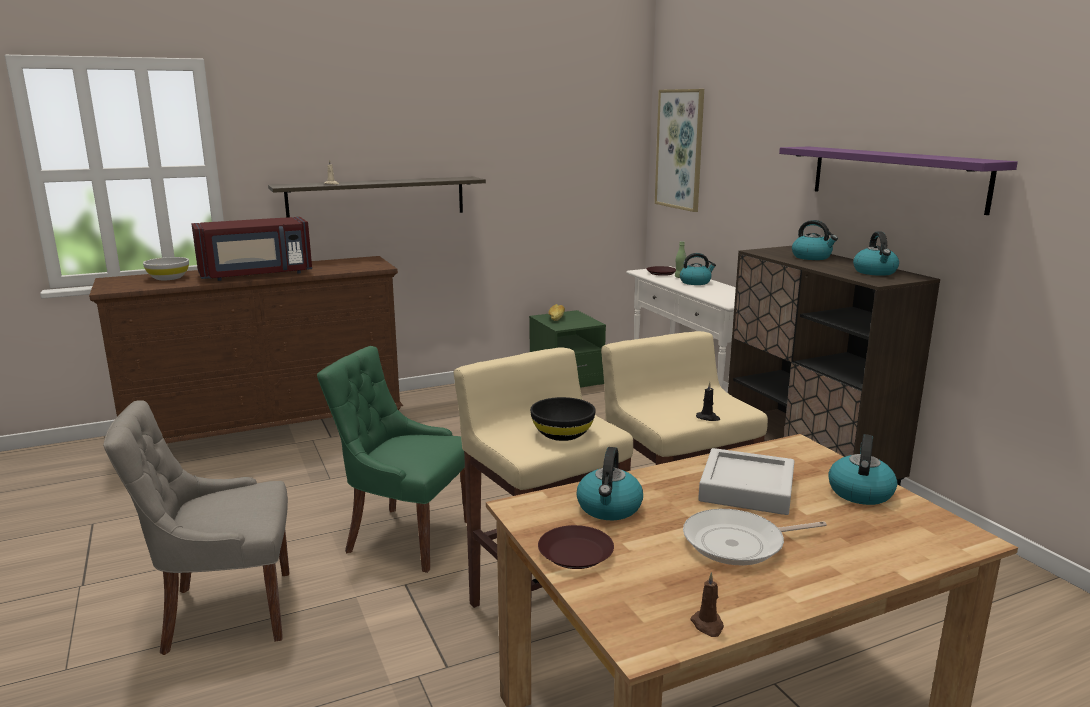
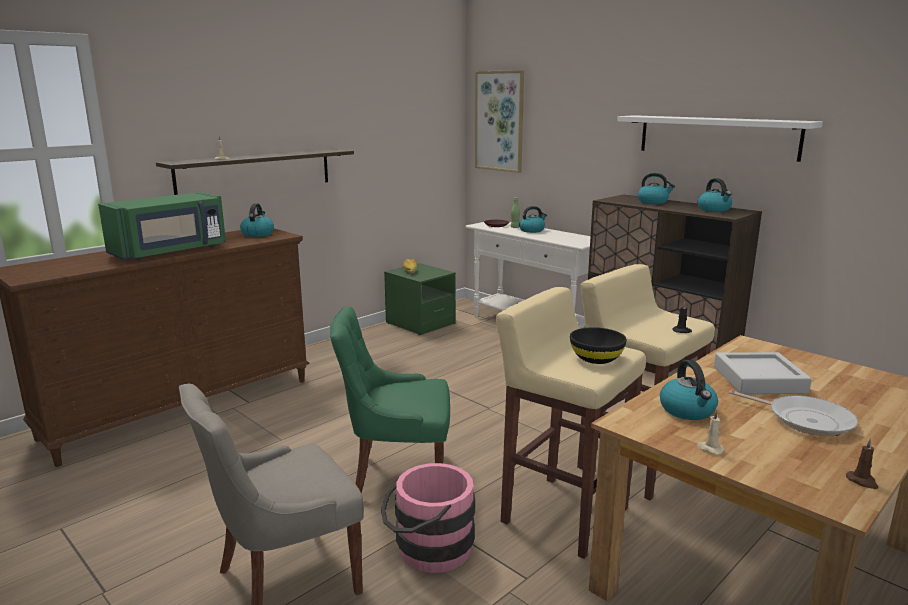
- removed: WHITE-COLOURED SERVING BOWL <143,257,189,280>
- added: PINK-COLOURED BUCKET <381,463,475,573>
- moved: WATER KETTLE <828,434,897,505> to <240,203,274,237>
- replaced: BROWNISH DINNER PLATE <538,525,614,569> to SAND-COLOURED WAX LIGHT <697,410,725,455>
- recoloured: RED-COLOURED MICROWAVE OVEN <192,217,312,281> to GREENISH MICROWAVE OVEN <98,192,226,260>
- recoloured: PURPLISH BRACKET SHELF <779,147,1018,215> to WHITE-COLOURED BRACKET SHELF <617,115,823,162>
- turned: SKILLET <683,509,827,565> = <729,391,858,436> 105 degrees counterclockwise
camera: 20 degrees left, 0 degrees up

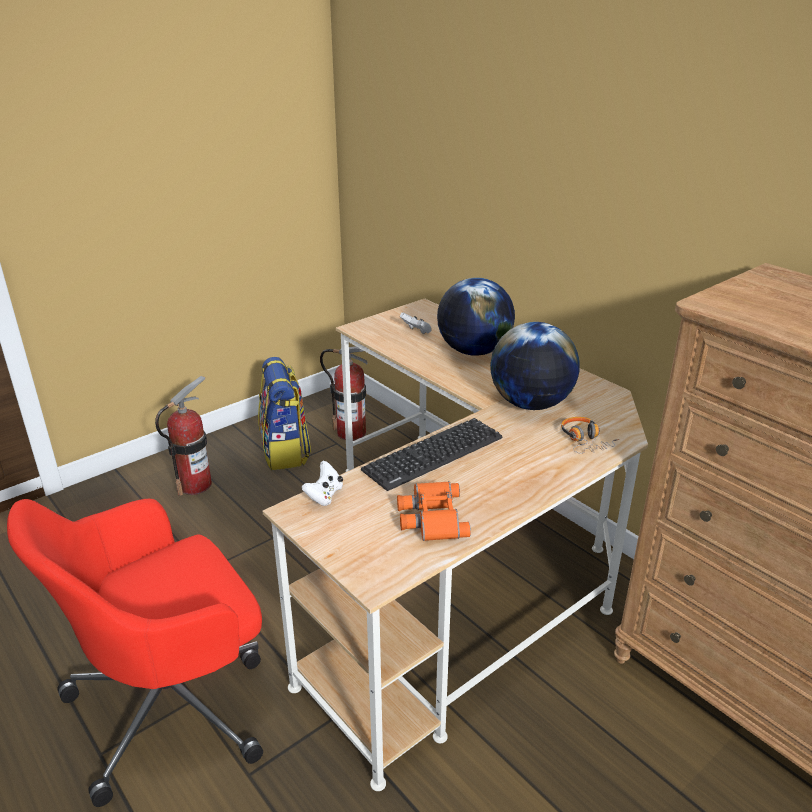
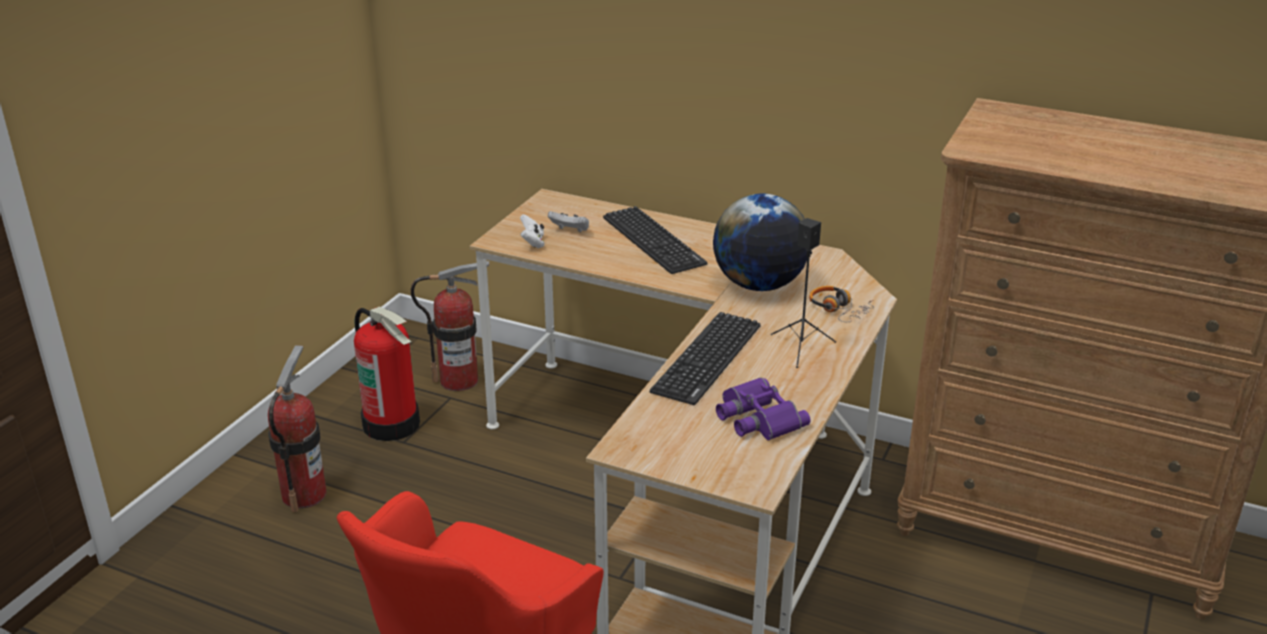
- added: BLACKISH LOUDSPEAKER <771,218,836,368>
- moved: WHITE-COLOURED JOYPAD <301,461,343,506> to <520,214,544,248>
- replaced: BACKPACK <258,357,311,470> to EXTINGUISHER <354,306,420,441>
- replaced: GLOBE <437,277,515,356> to KEYBOARD <603,206,708,274>
- recoloured: ORANGE FIELD GLASSES <397,481,471,541> to PURPLISH FIELD GLASSES <716,377,811,440>
camera: 25 degrees left, 0 degrees up

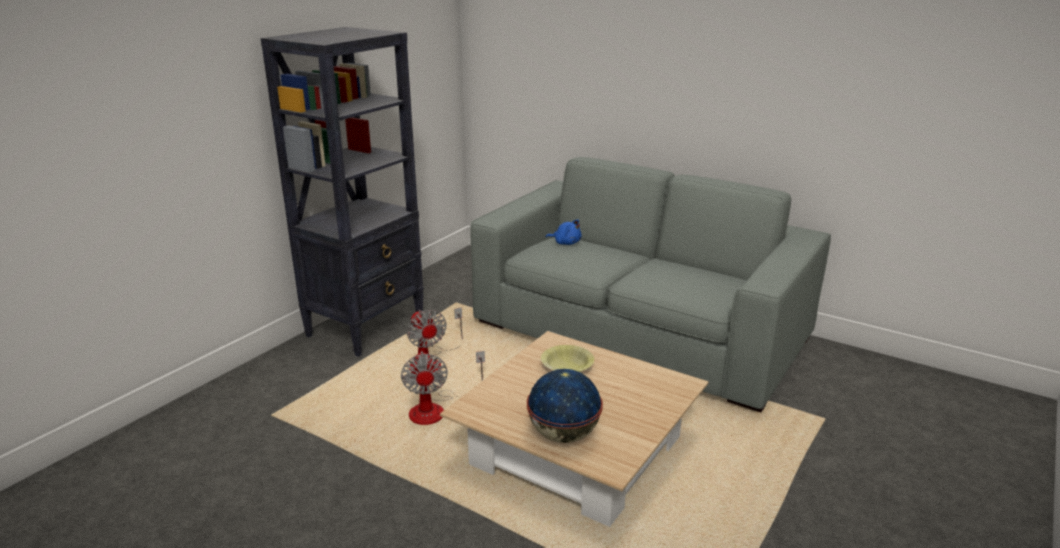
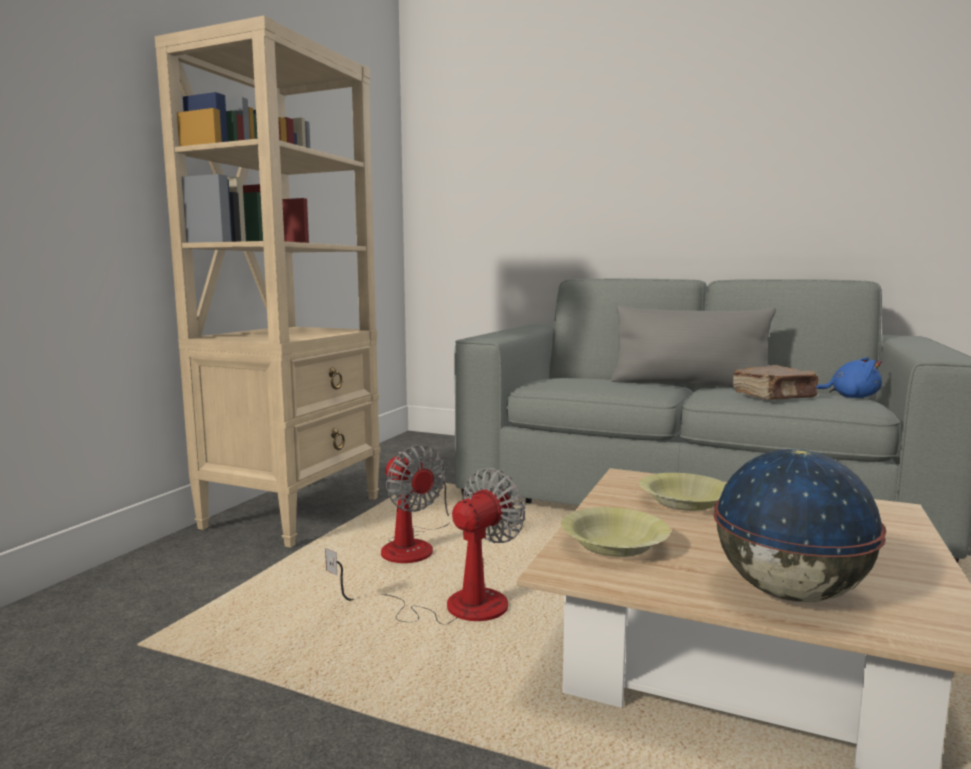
- added: YELLOW-COLOURED SERVING BOWL <561,507,671,557>
- added: GREY PILLOW <611,305,776,387>
- added: BROWNISH VOLUME <733,365,818,400>
- moved: BLUISH CUDDLY TOY <546,220,582,245> to <816,357,882,398>
- recoloured: BLACKISH BOOKCASE <261,27,424,357> to SAND-COLOURED BOOKCASE <155,15,381,548>
- turned: ELECTRIC FAN <401,351,485,425> = <325,468,526,624> 120 degrees counterclockwise
camera: 10 degrees left, 15 degrees down

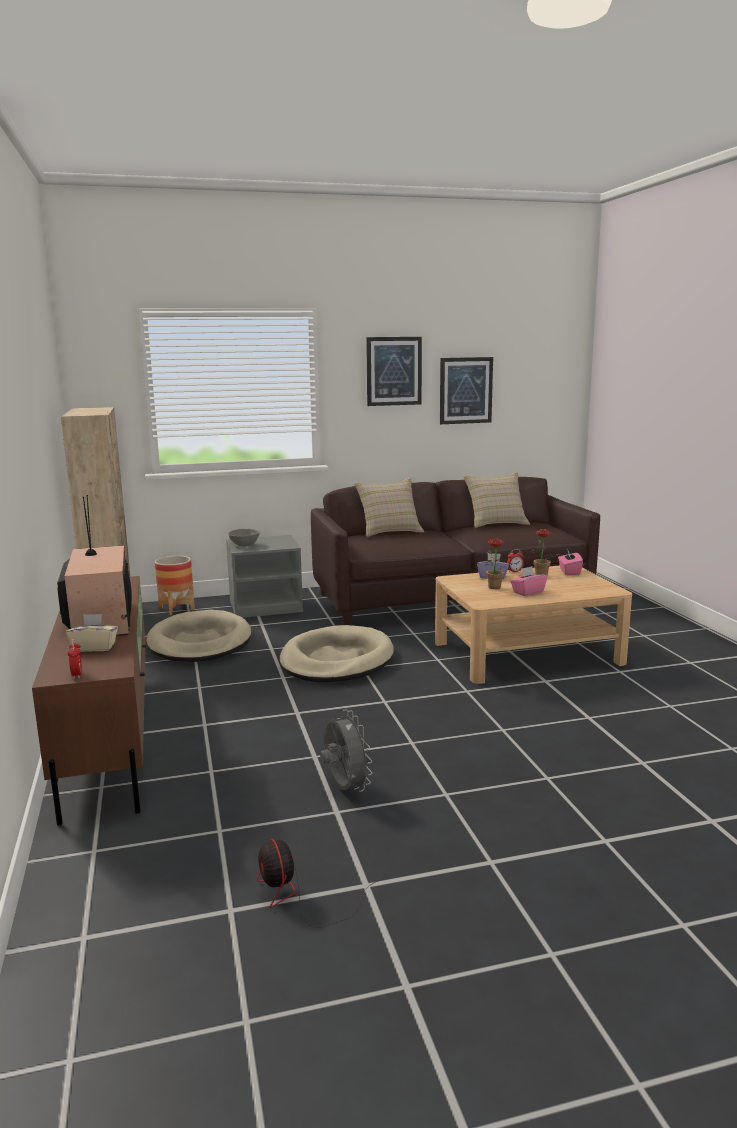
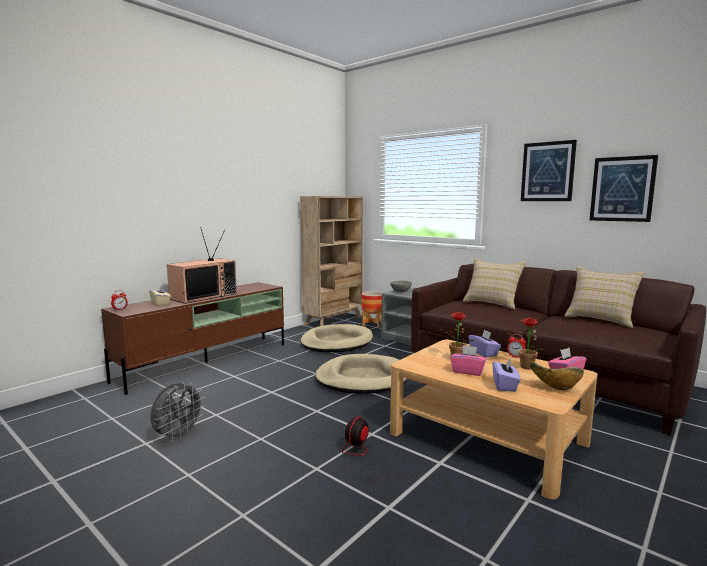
- added: PURPLISH TISSUE HOLDER <493,358,520,392>
- added: SERVING BOWL <529,362,584,390>
- moved: ELECTRIC FAN <257,839,387,927> to <342,417,410,481>
camera: 55 degrees right, 5 degrees down

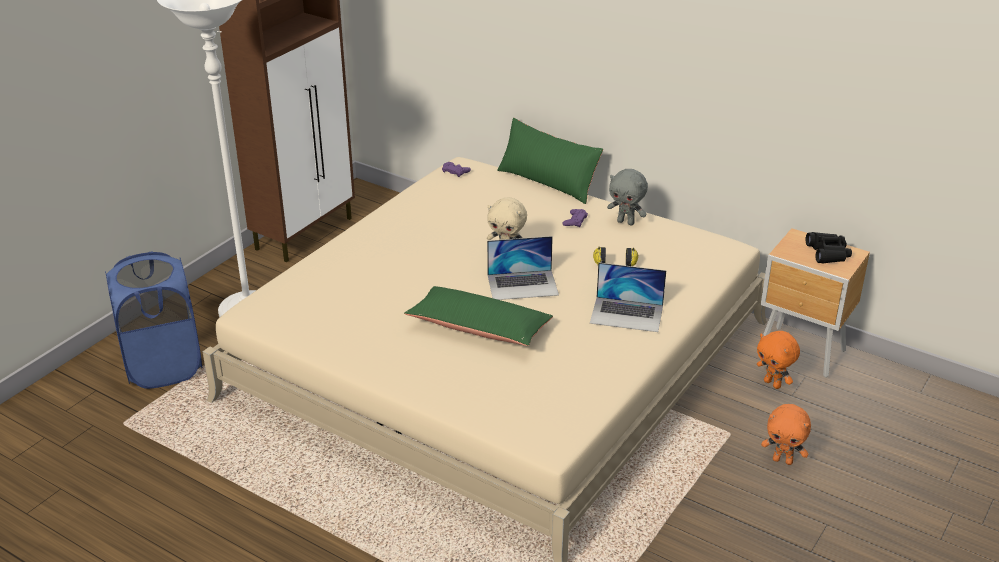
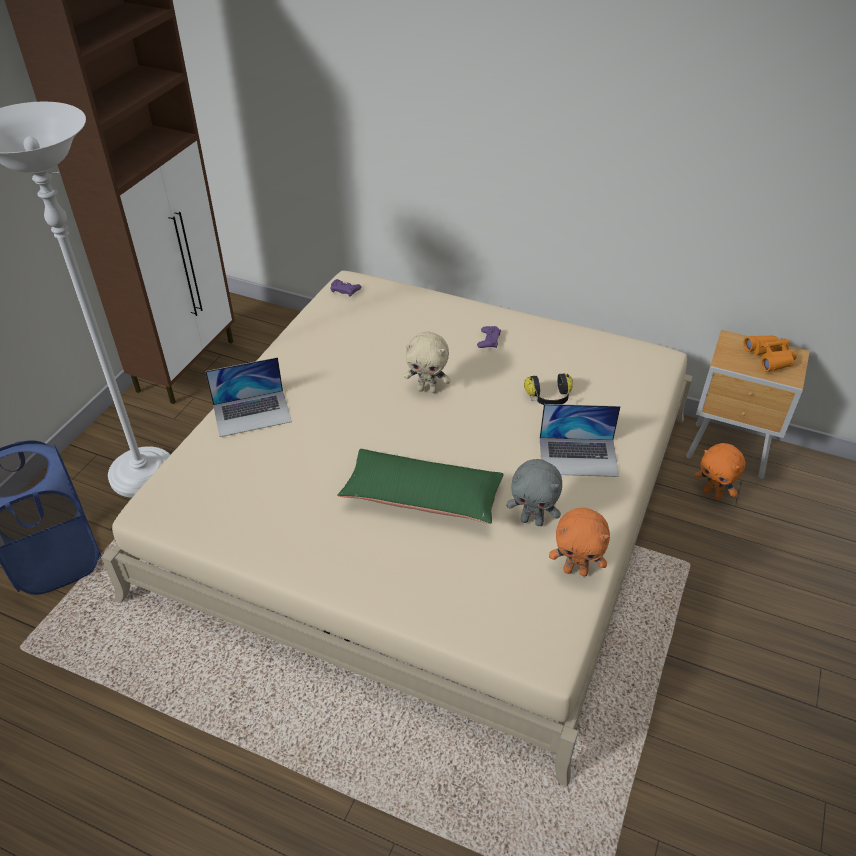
- removed: GREENISH PILLOW <497,118,603,204>
- moved: PORTABLE COMPUTER <487,236,559,300> to <205,357,292,437>
- moved: GREY CUDDLY TOY <607,169,648,225> to <507,459,562,526>
- moved: ORANGE CUDDLY TOY <761,404,811,465> to <549,508,610,576>
- recoloured: BLACKISH FIELD GLASSES <806,232,852,264> to ORANGE FIELD GLASSES <743,335,797,372>
camera: 10 degrees left, 10 degrees up

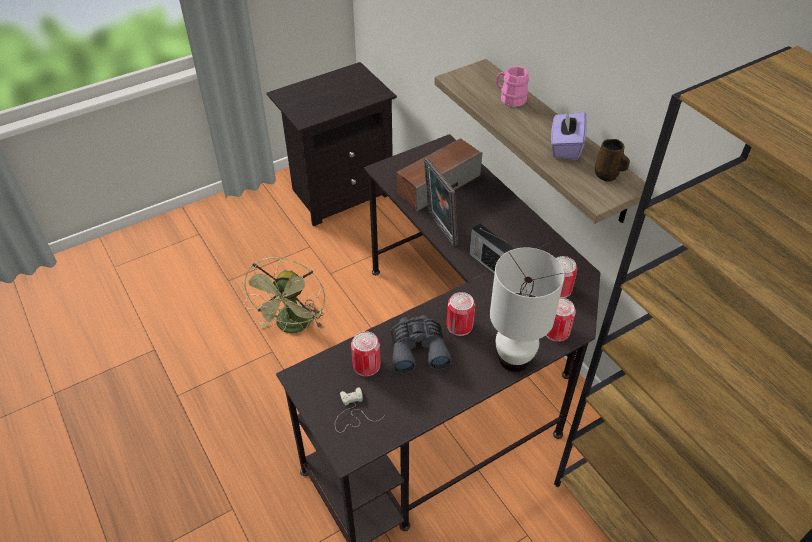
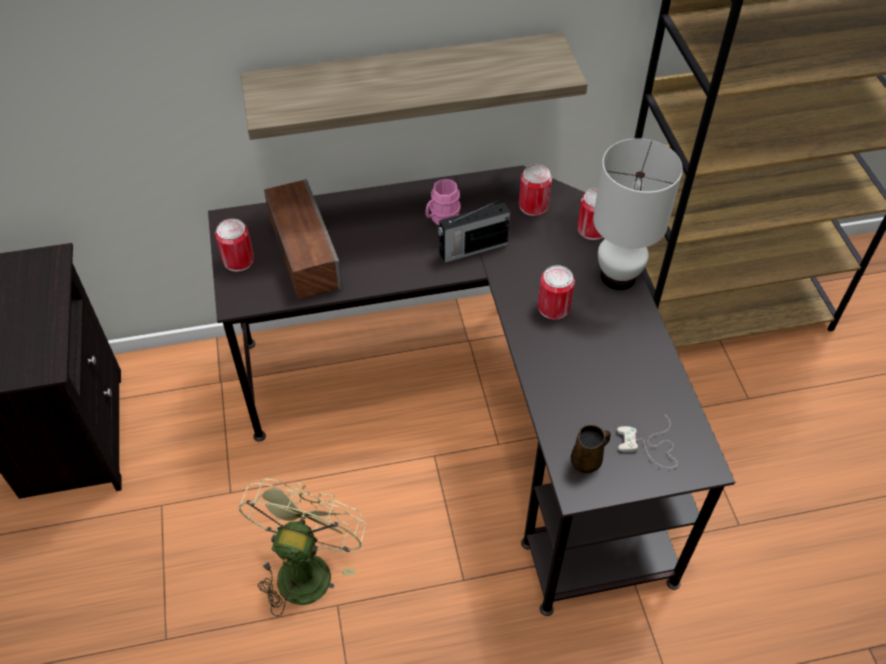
- removed: GREY FIELD GLASSES <391,315,452,374>
- removed: STANDING FRAME <424,158,458,246>
- removed: PURPLISH TISSUE HOLDER <551,109,587,160>
- moved: METAL CAN <351,331,381,377> to <215,219,254,272>
- moved: PINK-COLOURED MUG <496,66,529,107> to <425,179,461,225>
- moved: BROWNISH MUG <595,139,630,182> to <571,424,611,473>
- turned: GREENISH ELECTRIC FAN <241,257,325,333> = <238,478,366,617> 105 degrees counterclockwise
camera: 70 degrees left, 5 degrees up

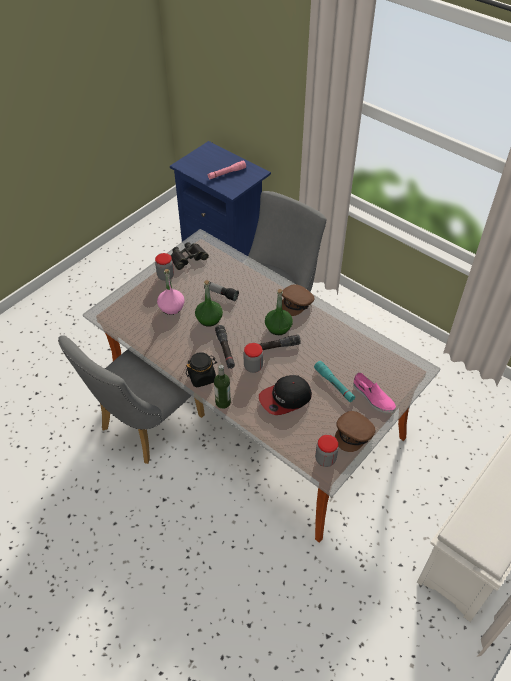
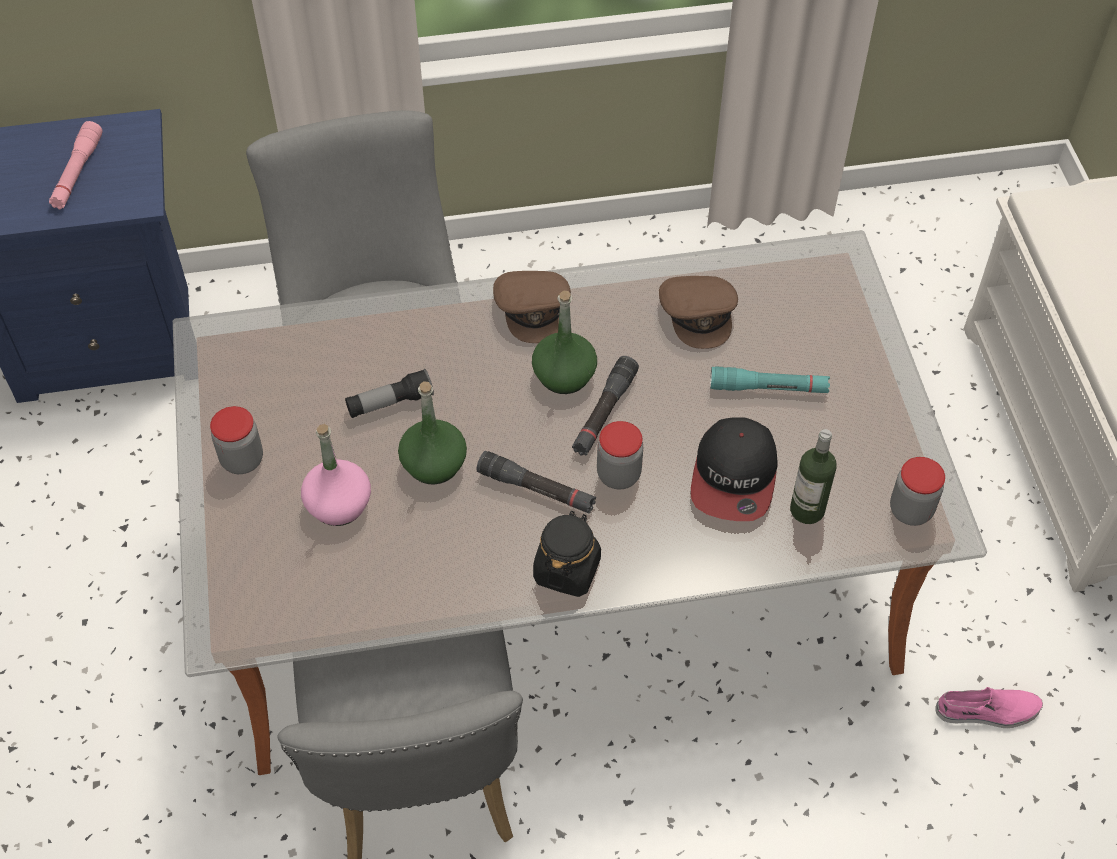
- removed: BLACKISH FIELD GLASSES <171,242,209,270>
- moved: BOTTLE <214,365,231,409> to <790,429,837,524>
- moved: BROWNISH PEAKED CAP <335,411,375,452> to <659,276,738,349>
- moved: PINK-COLOURED LOW SHOE <353,372,396,413> to <935,687,1043,728>
camera: 50 degrees left, 5 degrees up

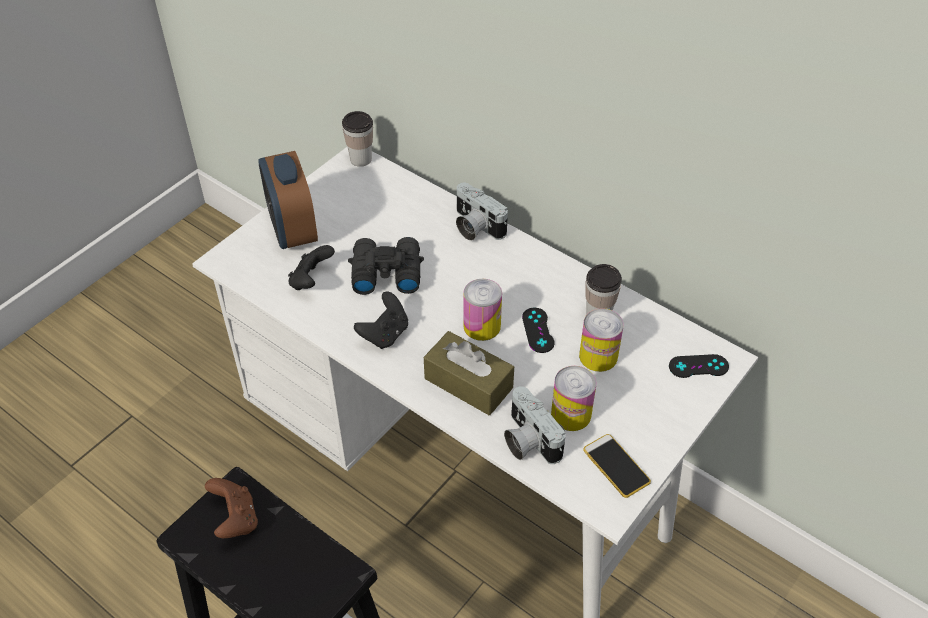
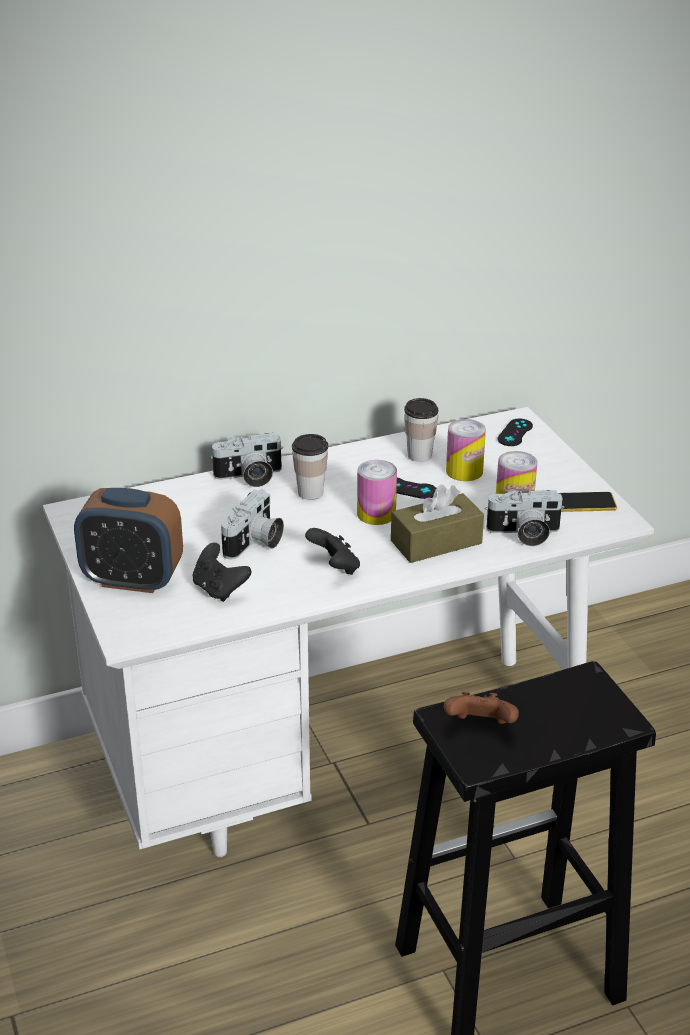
- moved: DRINKING CUP <342,111,373,167> to <292,434,328,500>
- replaced: BLACKISH FIELD GLASSES <348,237,424,295> to STILL CAMERA <221,490,284,559>
camera: 60 degrees left, 15 degrees down

